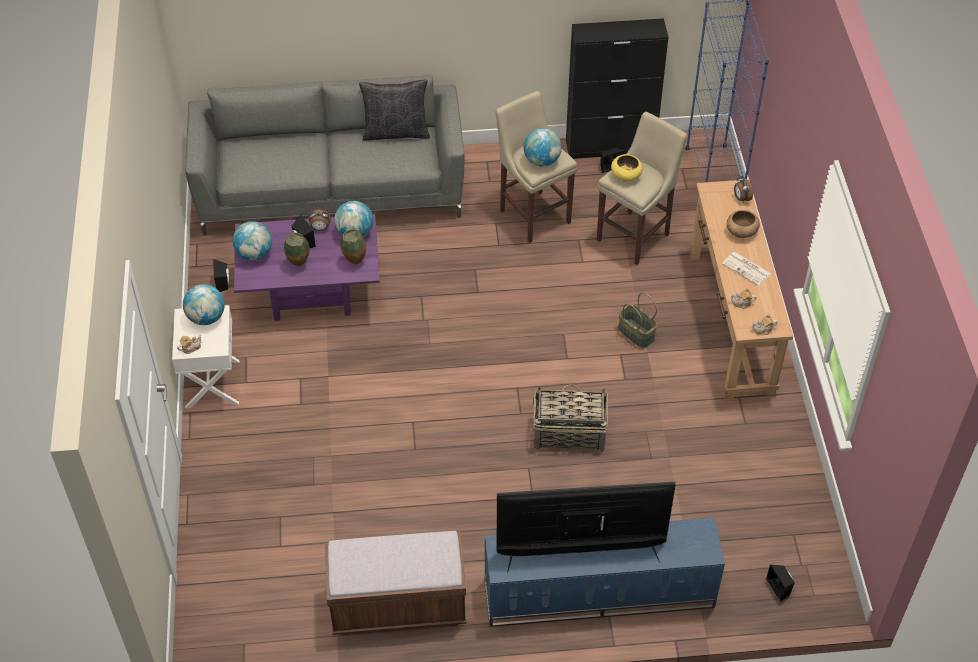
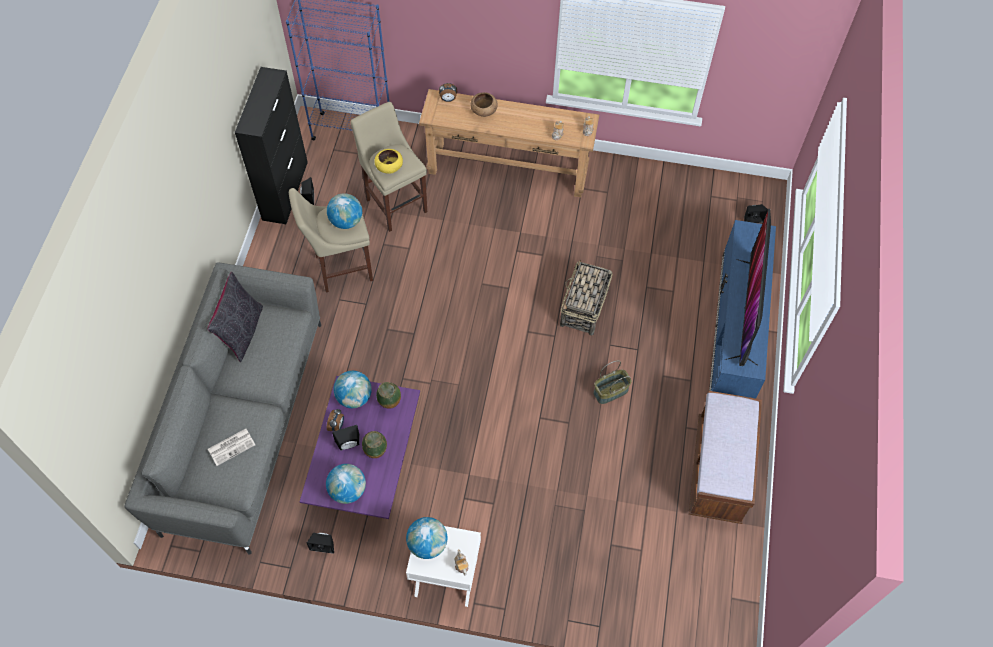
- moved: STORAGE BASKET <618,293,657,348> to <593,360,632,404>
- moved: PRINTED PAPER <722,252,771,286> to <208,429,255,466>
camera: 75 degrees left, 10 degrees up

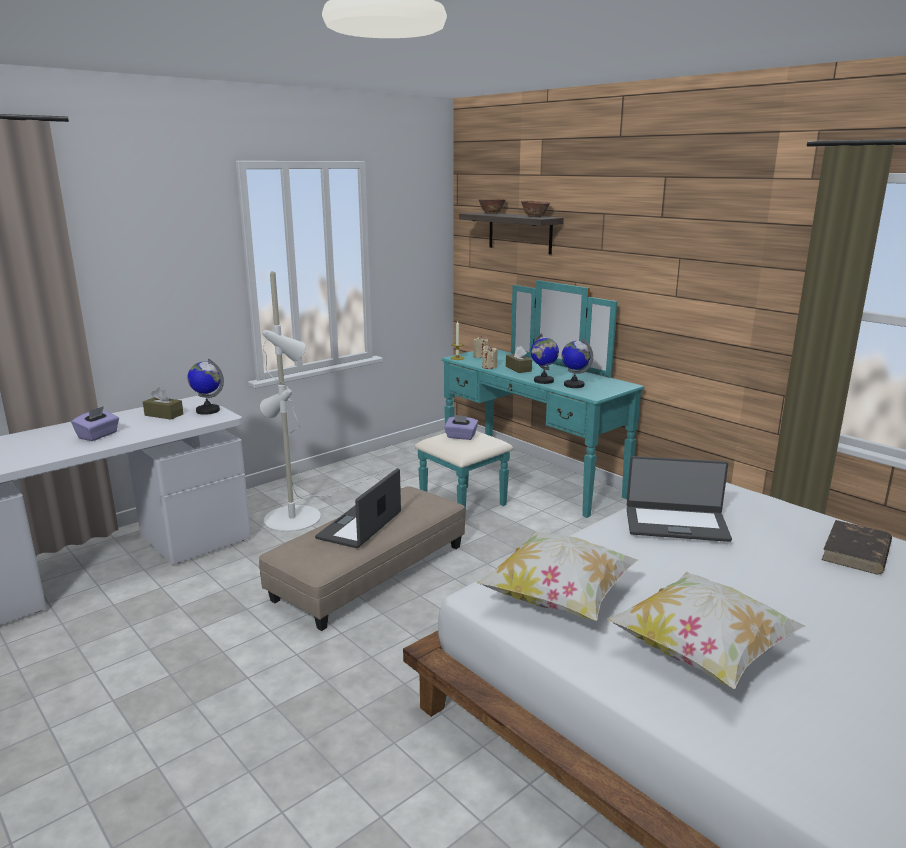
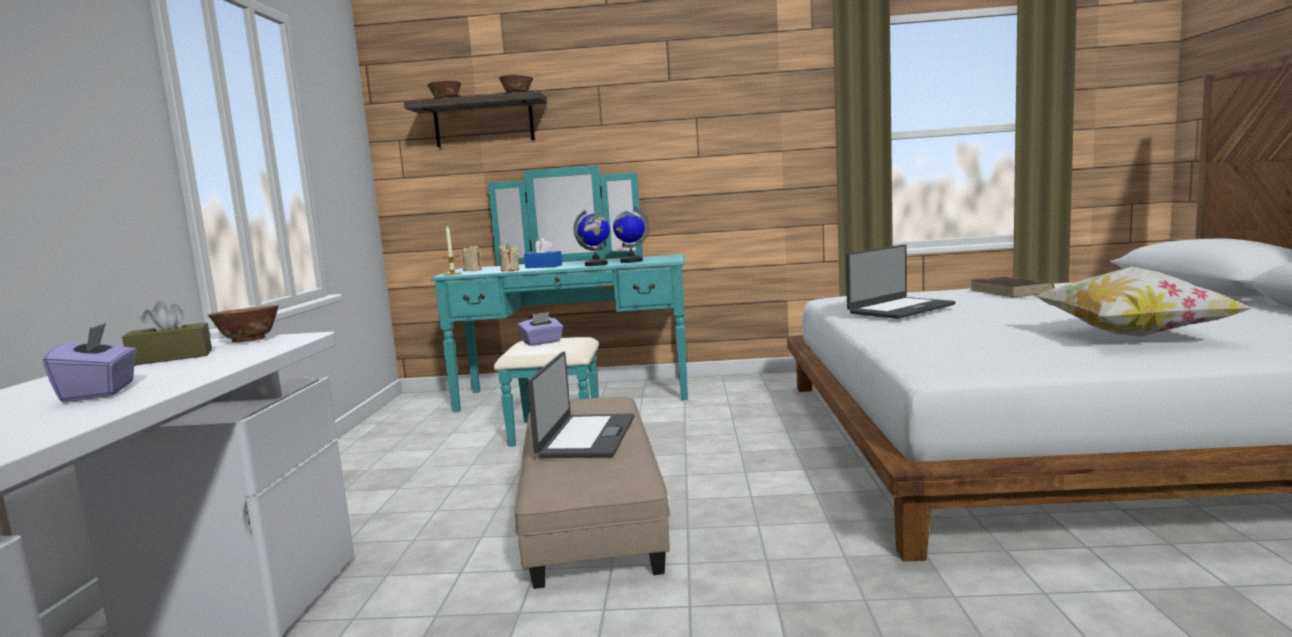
- removed: WHITE-COLOURED STANDING LAMP <260,271,383,532>
- removed: PILLOW <477,531,639,621>
- replaced: GLOBE <187,359,224,415> to SERVING BOWL <208,305,279,343>
- recoloured: BROWNISH TISSUE HOLDER <506,346,532,373> to BLUISH TISSUE HOLDER <524,238,562,268>
- turned: PORTABLE COMPUTER <315,468,401,548> = <527,352,635,458> 150 degrees counterclockwise
camera: 45 degrees left, 10 degrees down

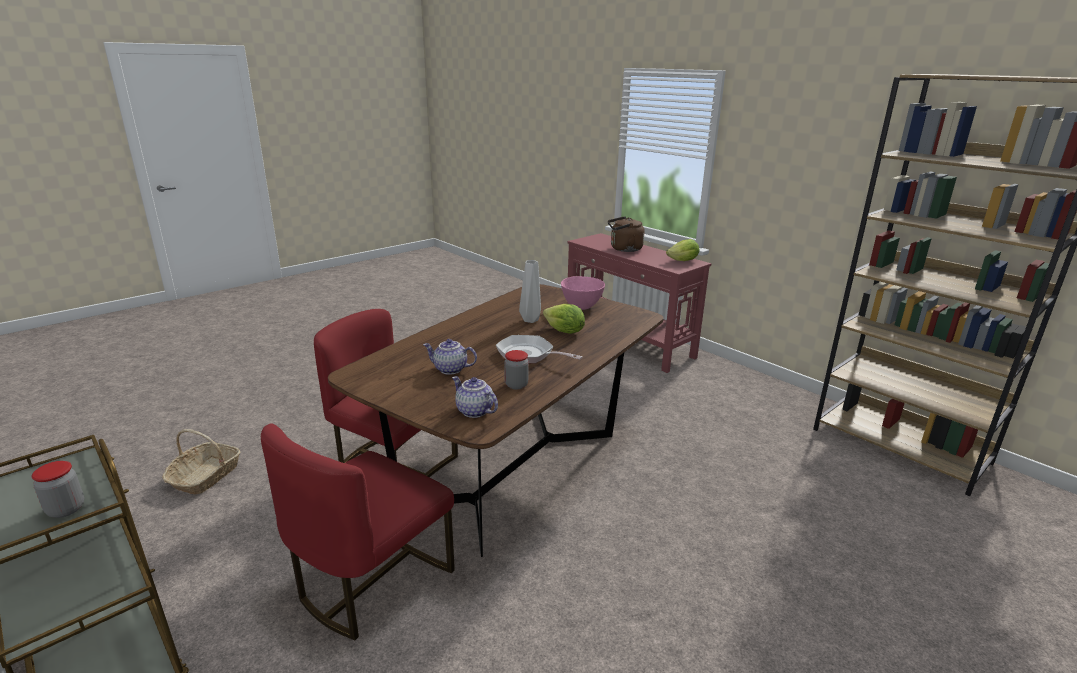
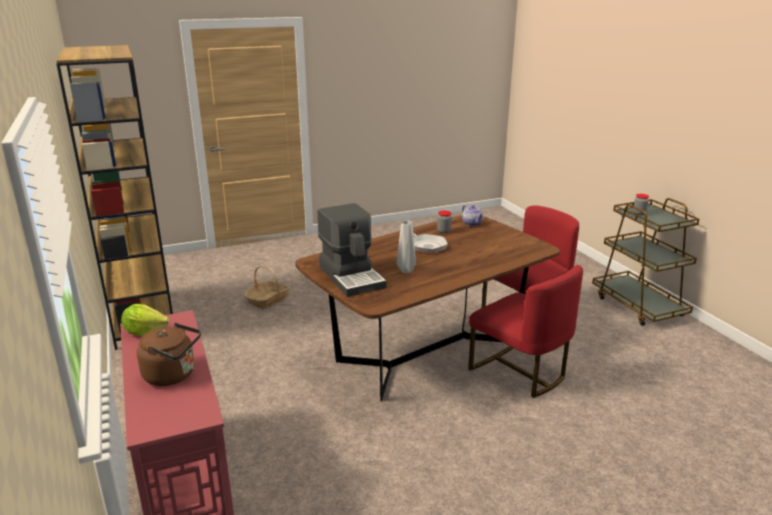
- removed: POT FOR TEA <423,339,477,375>
- removed: LETTUCE HEAD <543,304,585,334>
- moved: STORAGE BASKET <162,429,240,495> to <245,266,290,309>
- replaced: PINK-COLOURED SERVING BOWL <561,276,605,310> to COFFEE MACHINE <317,203,387,297>
camera: 160 degrees left, 0 degrees up

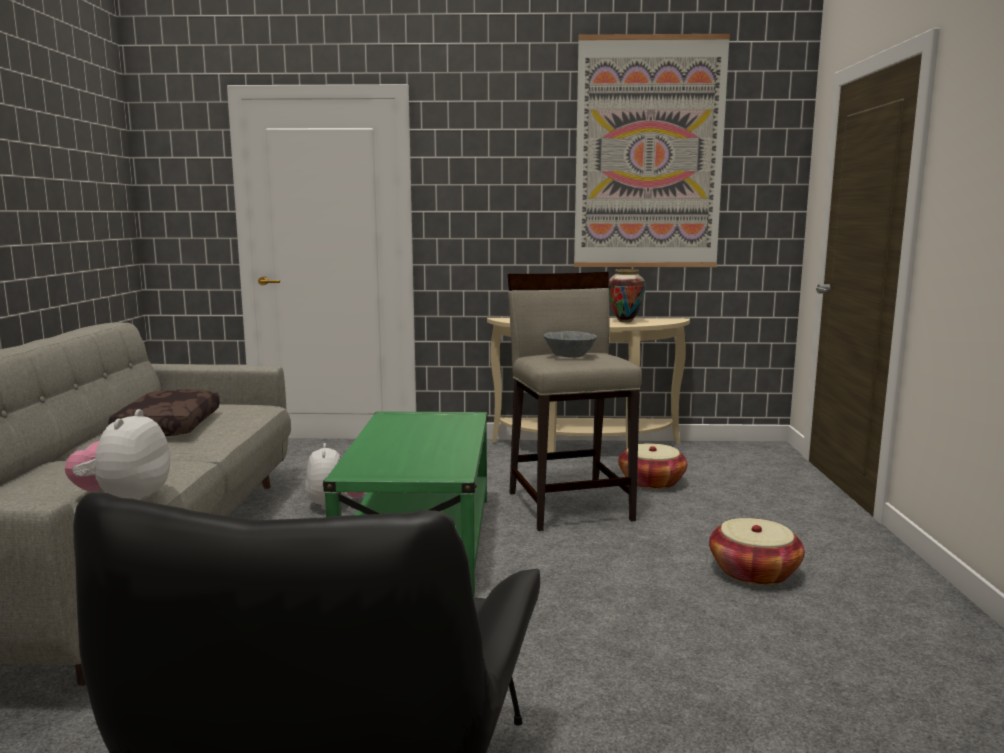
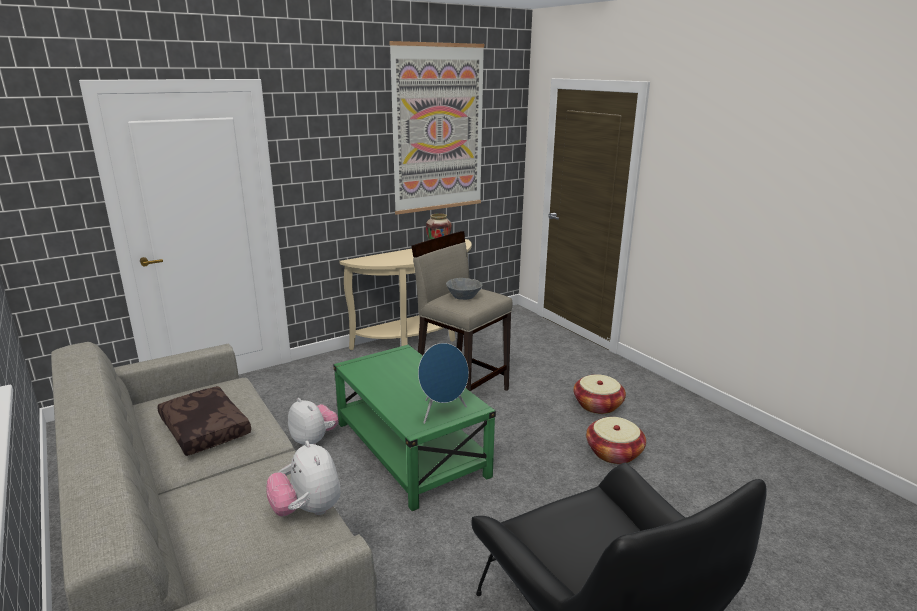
- added: BLUISH LOUDSPEAKER <418,343,469,424>
- moved: STORAGE BASKET <618,443,688,489> to <586,417,646,464>
camera: 35 degrees left, 10 degrees up

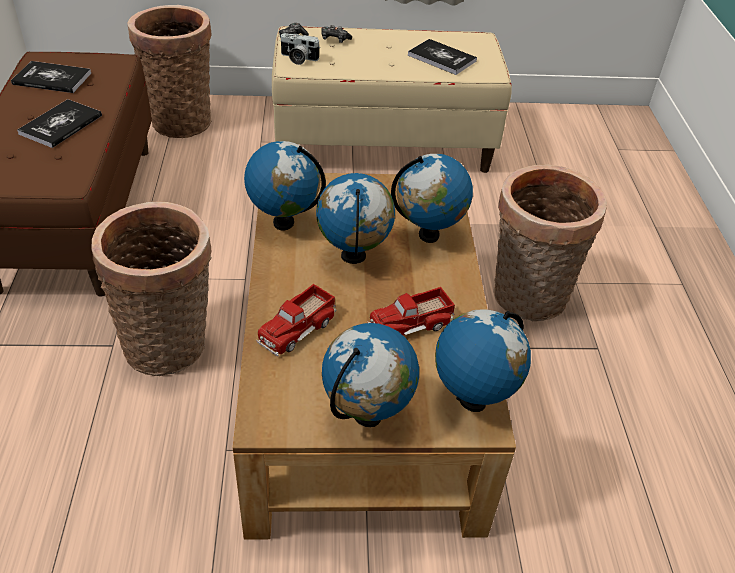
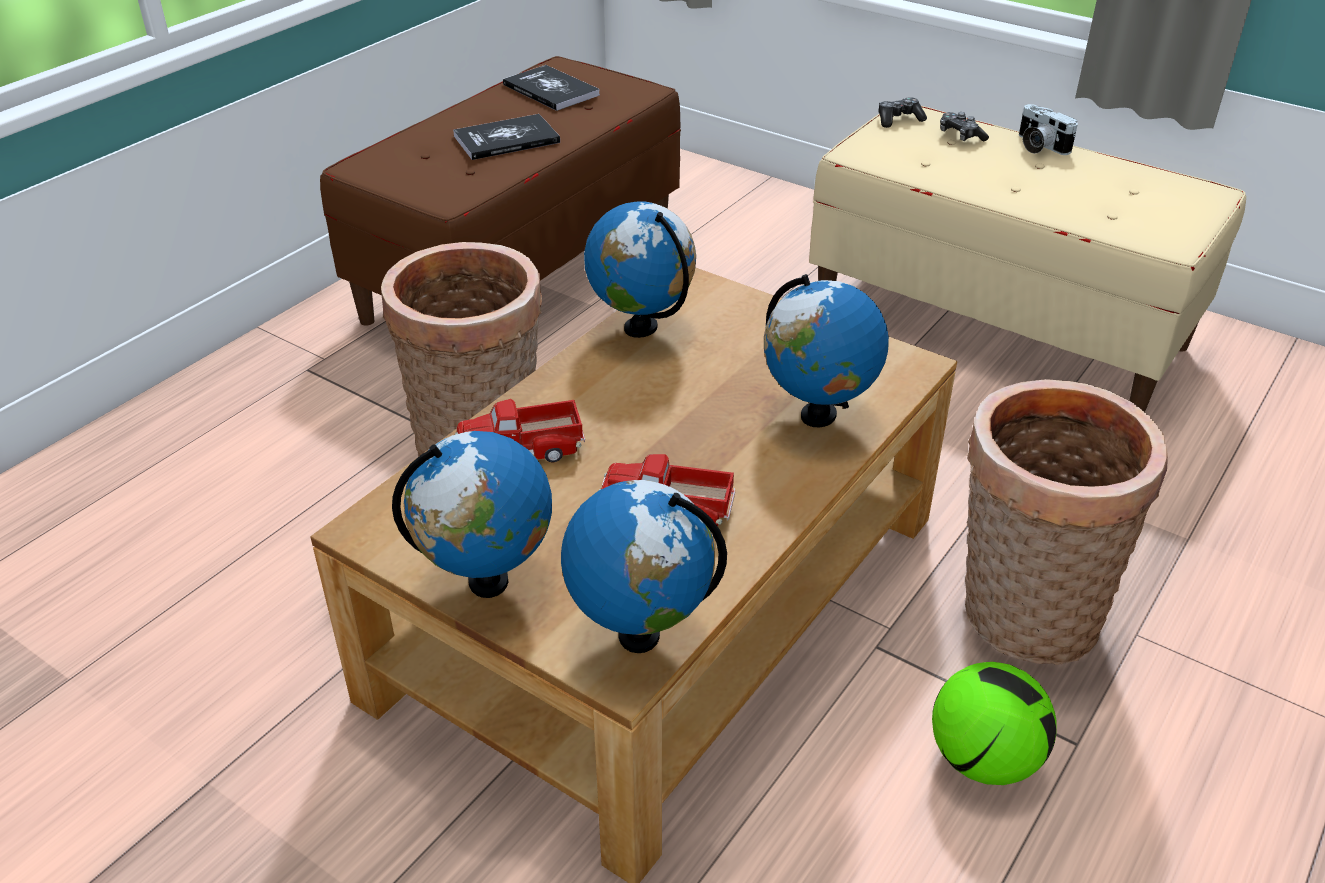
- removed: STORAGE BASKET <127,5,212,138>
- removed: GLOBE <316,173,395,264>
- removed: VOLUME <408,39,477,75>
- added: FOOTBALL BALL <932,662,1057,785>
- moved: STILL CAMERA <281,33,319,65> to <1019,104,1078,155>
camera: 40 degrees right, 5 degrees down

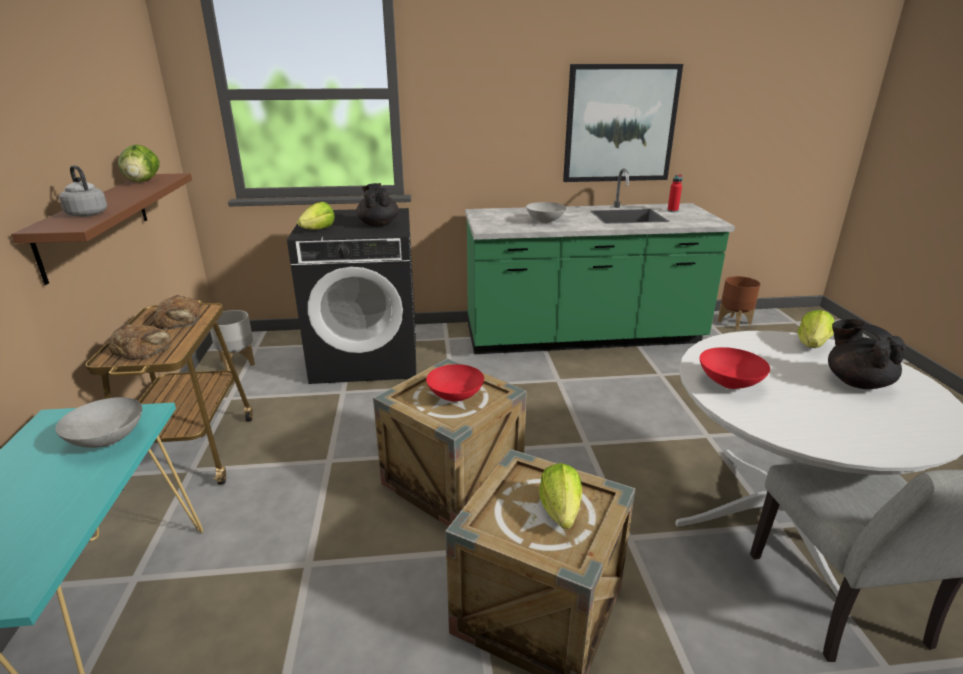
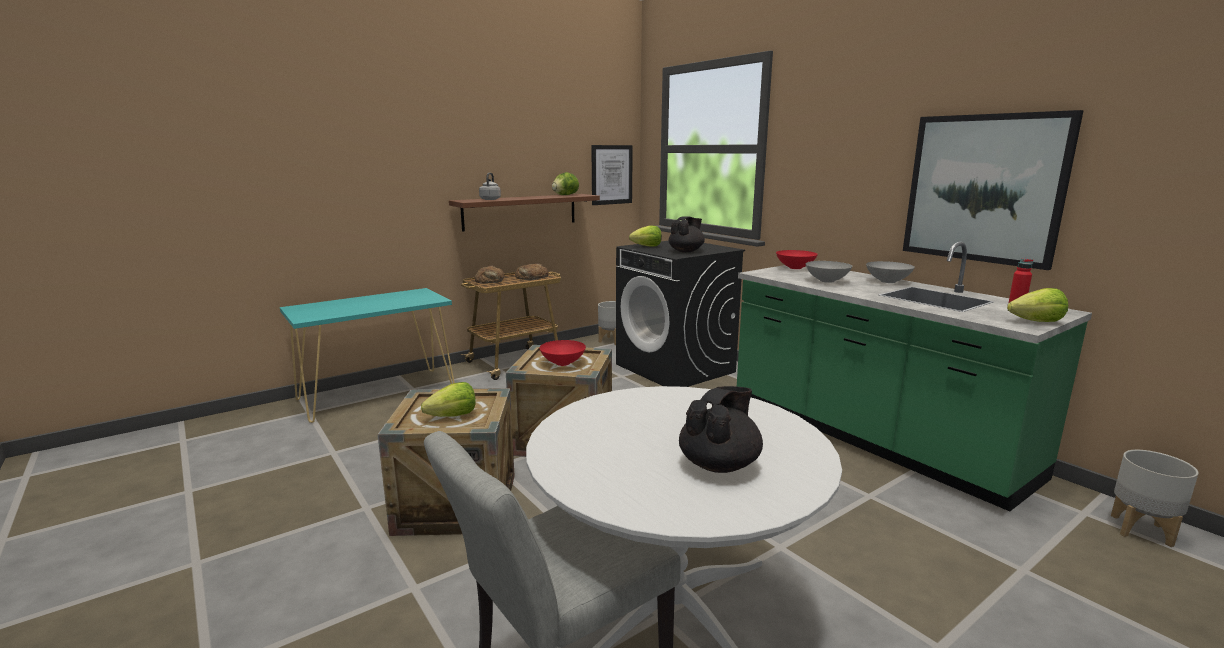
- added: WALL PICTURE <591,145,633,205>
- moved: GREY SERVING BOWL <56,397,142,448> to <866,261,915,283>
- moved: RED-COLOURED SERVING BOWL <700,347,770,389> to <776,250,818,269>
- moved: LETTUCE HEAD <798,310,835,348> to <1007,288,1068,322>
- recoloured: BROWNISH PLANT POT <718,276,760,329> to GREY PLANT POT <1111,450,1199,547>
camera: 60 degrees right, 10 degrees down

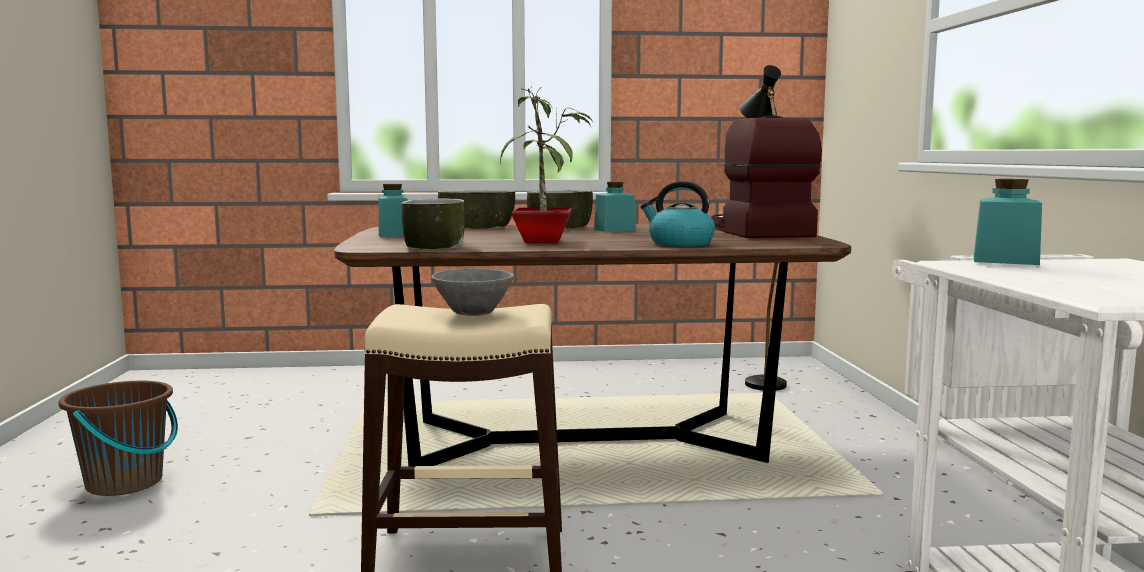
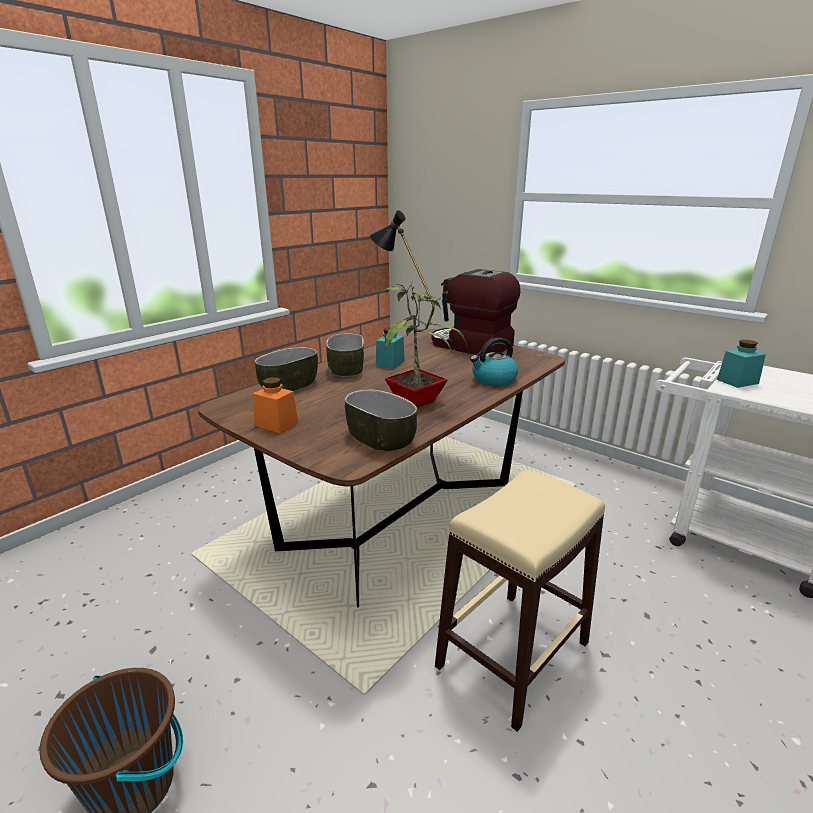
- removed: GREY SERVING BOWL <431,268,514,316>
- recoloured: TURQUOISE-COLOURED PRESERVE JAR <379,184,408,237> to ORANGE PRESERVE JAR <252,377,298,433>
camera: 45 degrees left, 15 degrees up

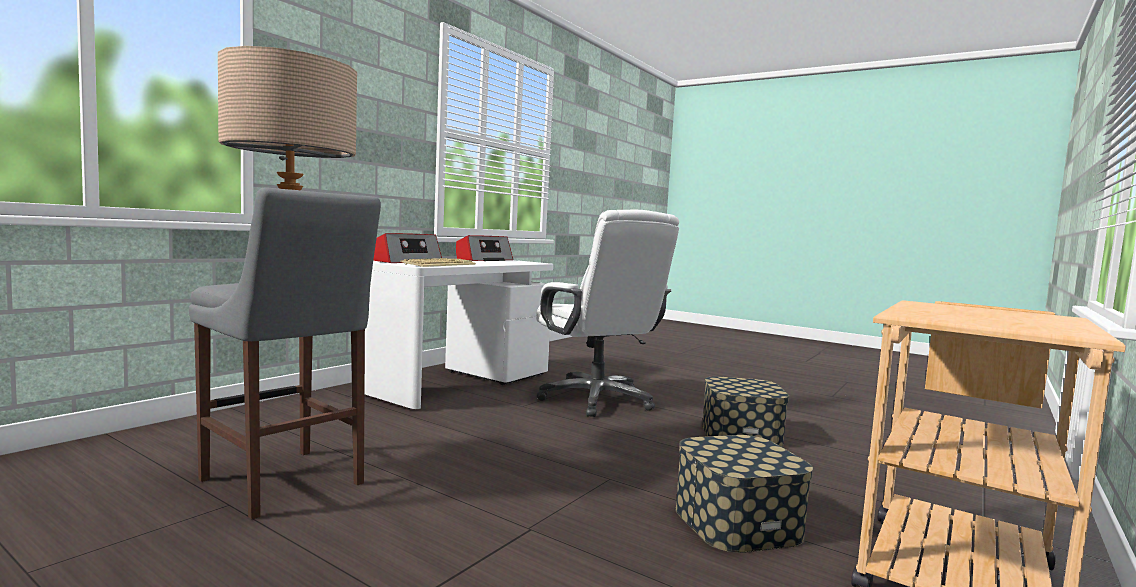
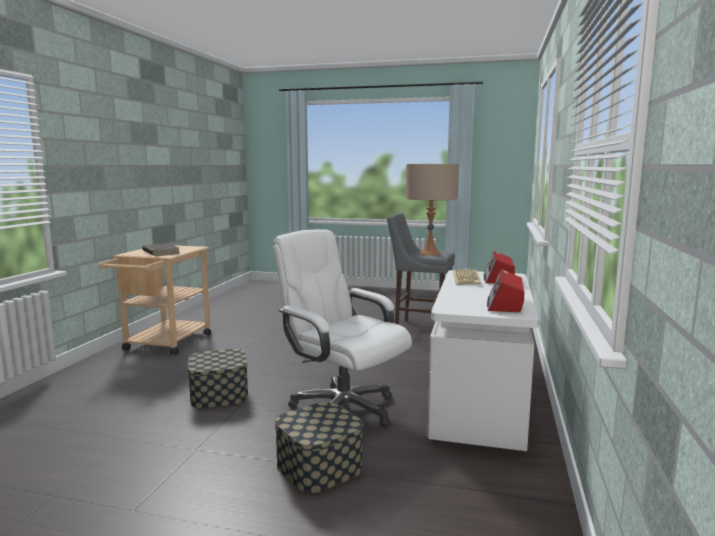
- added: BROWNISH VOLUME <142,243,180,256>
- moved: STORAGE CONTAINER <675,435,813,553> to <275,402,364,493>
camera: 160 degrees right, 5 degrees up

